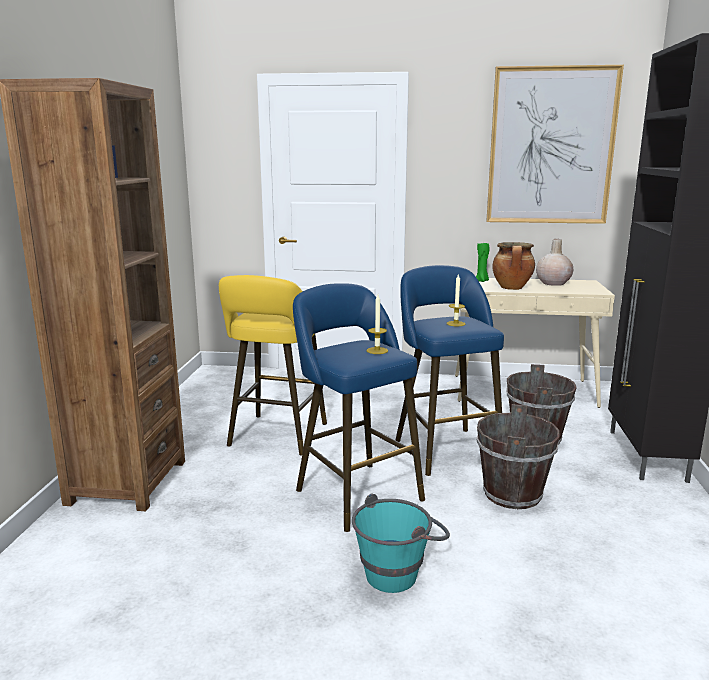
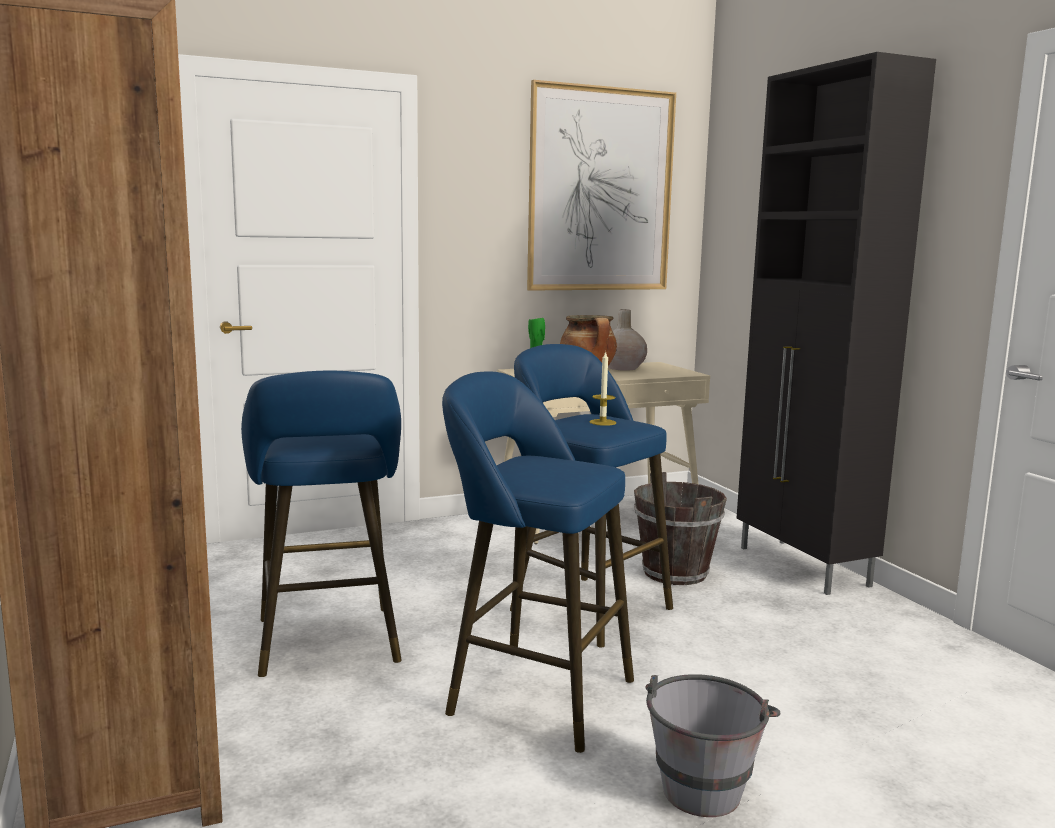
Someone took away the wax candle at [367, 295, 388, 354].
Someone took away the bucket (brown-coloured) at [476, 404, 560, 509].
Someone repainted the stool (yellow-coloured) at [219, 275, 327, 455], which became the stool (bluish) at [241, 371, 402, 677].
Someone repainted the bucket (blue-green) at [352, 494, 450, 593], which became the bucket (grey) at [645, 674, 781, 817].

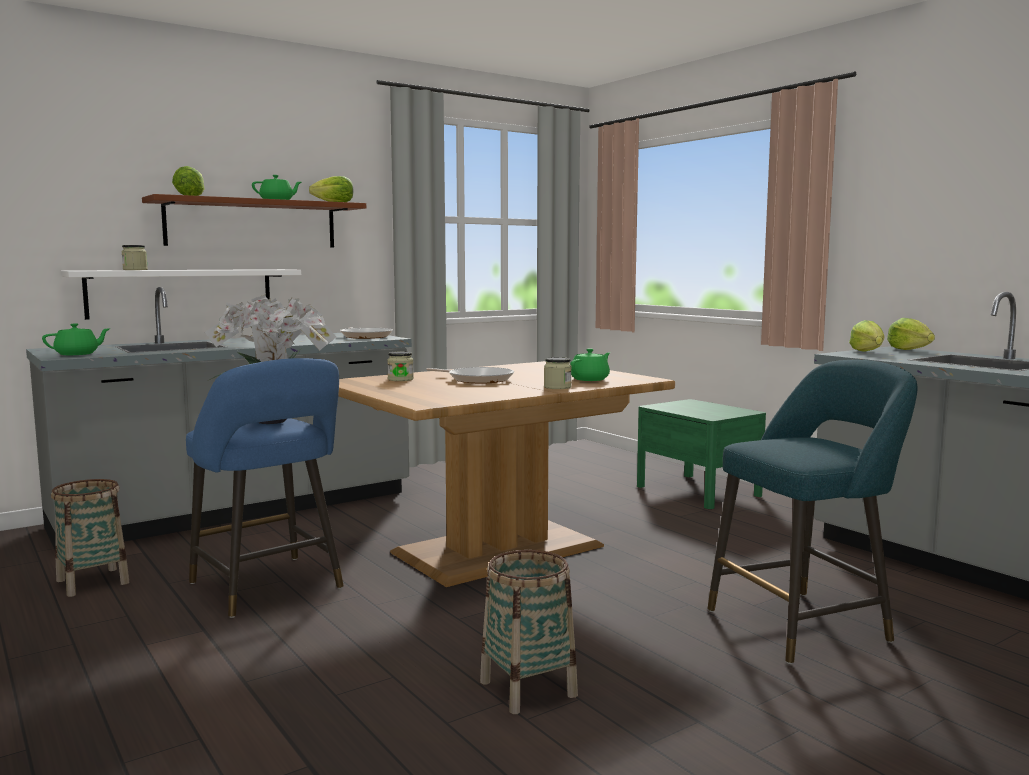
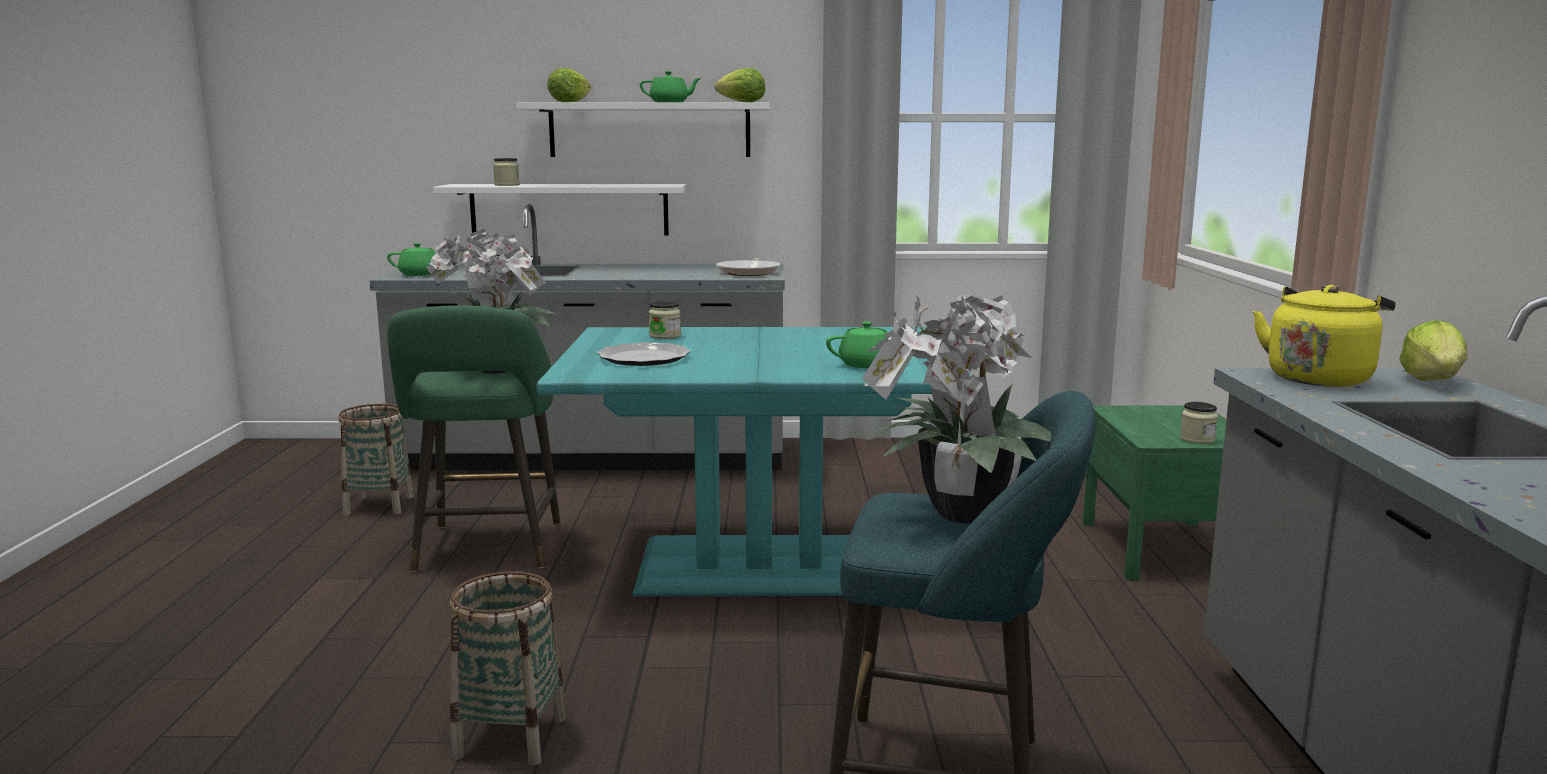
Someone took away the skillet at [426, 367, 514, 383].
Someone put down the plate at [597, 342, 691, 366].
Someone put down the potted plant at [862, 291, 1051, 523].
Someone carried the storage jar from [544, 357, 572, 389] to [1180, 402, 1218, 444].
Someone swapped the lettuce at [849, 320, 885, 352] for the tea kettle (yellow-coloured) at [1253, 285, 1396, 387].
Someone repainted the wall shelf (brown-coloured) at [142, 194, 366, 247], which became the wall shelf (white) at [516, 102, 770, 157].
Someone repainted the stool (bluish) at [186, 358, 344, 618], which became the stool (green) at [387, 305, 560, 572].
Someone repainted the dining table (brown-coloured) at [338, 361, 675, 587], which became the dining table (blue-green) at [536, 327, 972, 596].

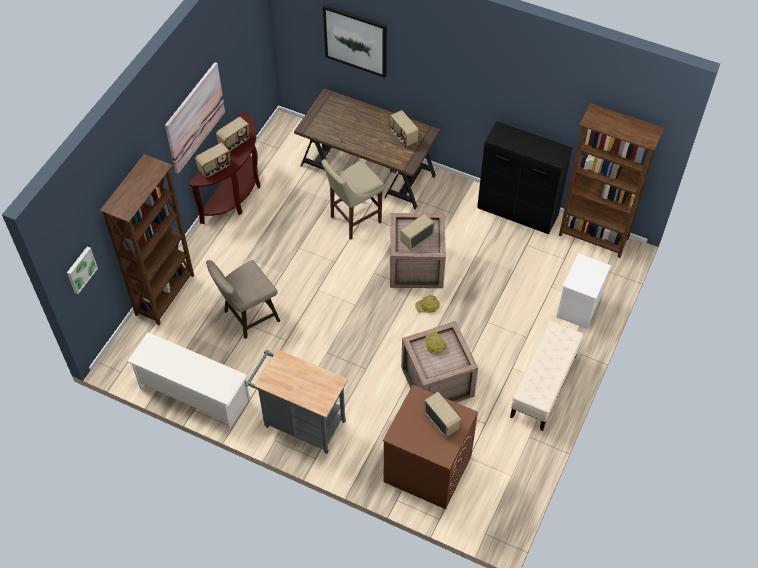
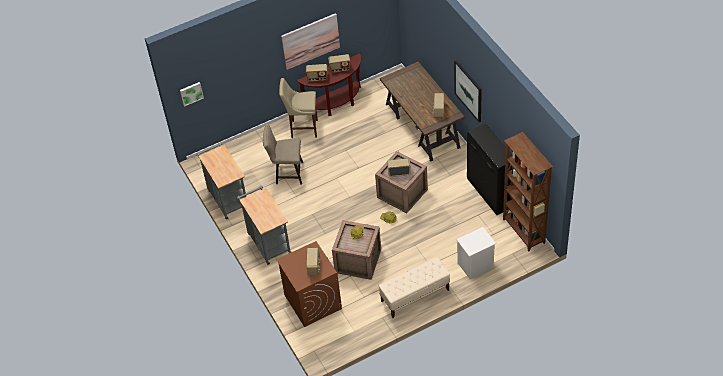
Someone took away the shelving unit (brown-coloured) at [100, 154, 194, 325].
Someone carried the stool (beige-coloured) from [322, 159, 384, 240] to [279, 78, 318, 138].
Someone carried the picture from [323, 5, 387, 78] to [454, 60, 482, 122].
Someone swapped the shoe shelf (white) at [127, 332, 250, 428] for the wheeled cart (grey) at [196, 143, 246, 220].

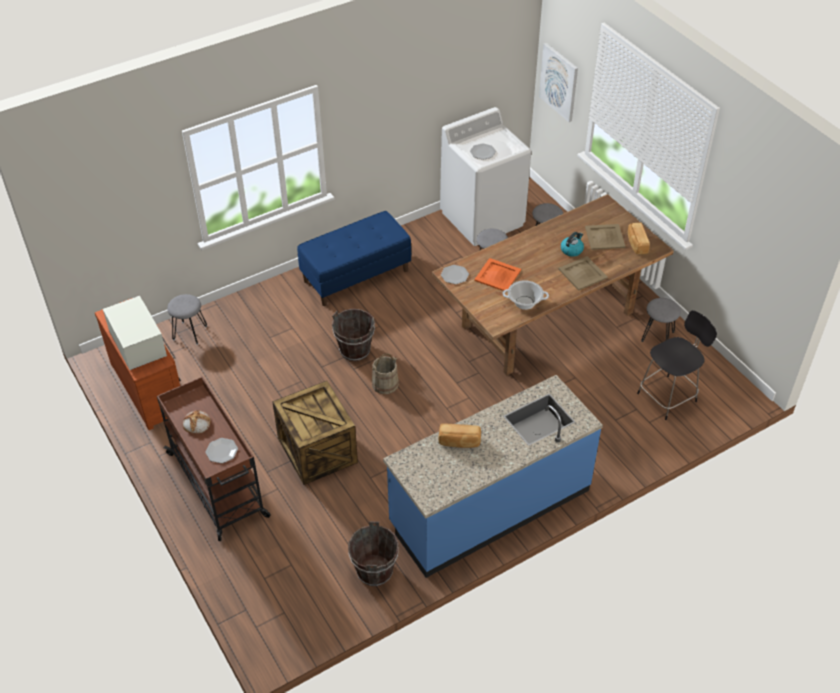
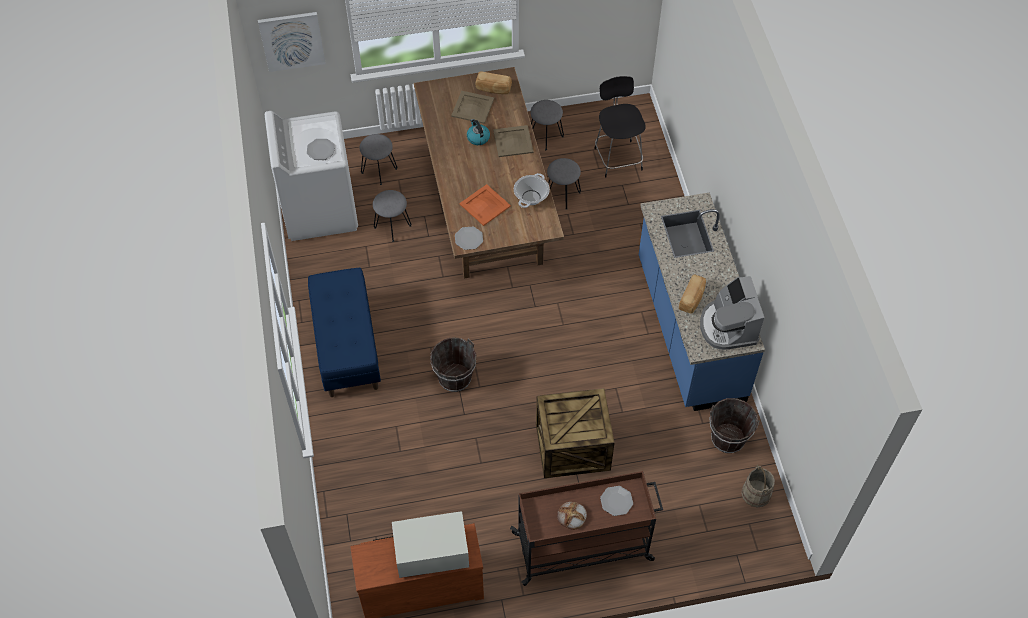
Someone put down the coffee brewer at [700, 276, 764, 350].
Someone carried the stool (grey) from [167, 294, 207, 345] to [547, 158, 581, 210].
Someone carried the bucket (beige-coloured) from [372, 353, 399, 394] to [741, 465, 775, 508].

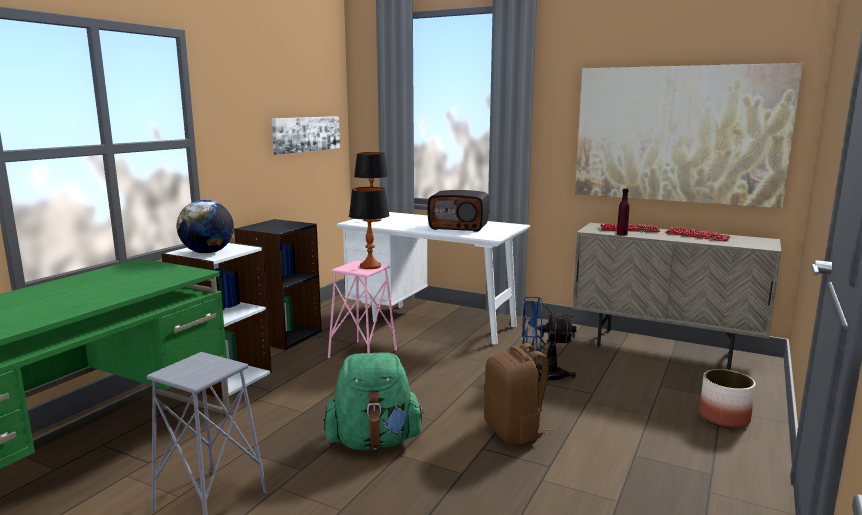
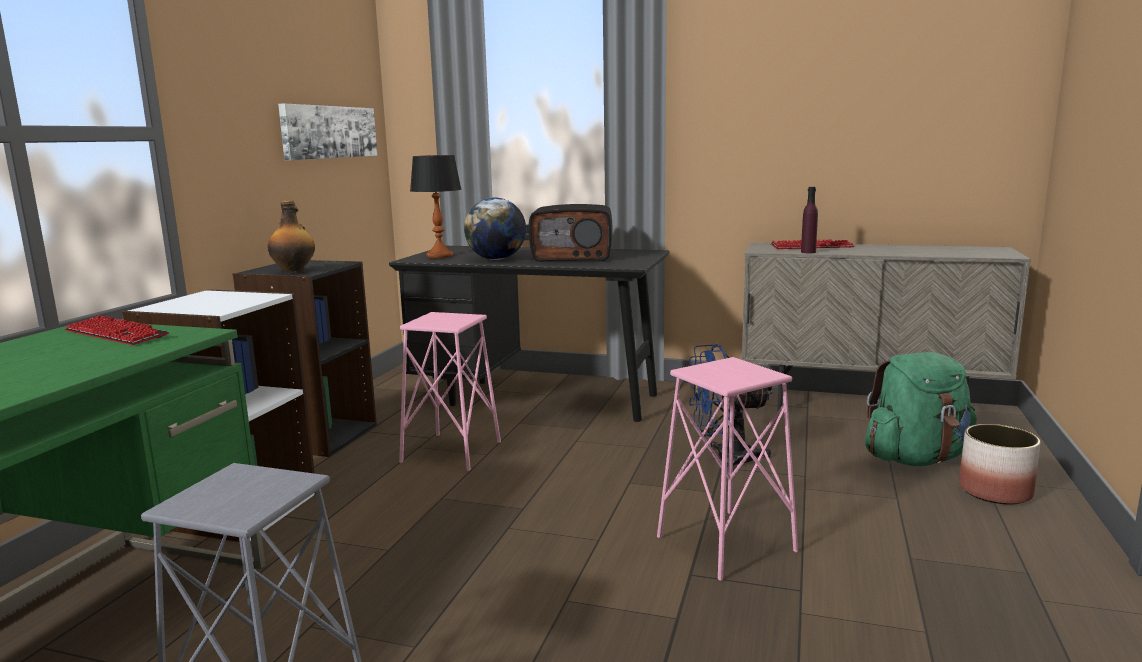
Someone took away the table lamp at [349, 187, 390, 269].
Someone took away the picture at [575, 63, 803, 208].
Someone put down the bottle at [267, 200, 315, 274].
Someone carried the desk globe from [177, 200, 234, 254] to [464, 198, 526, 260].
Someone carried the backpack (green) from [324, 352, 425, 450] to [865, 352, 977, 466].
Someone carried the PC keyboard from [665, 227, 731, 241] to [65, 315, 169, 345].
Someone swapped the backpack (brown-coloured) at [484, 343, 554, 446] for the stool (pink) at [657, 357, 798, 581].
Someone repainted the desk (white) at [337, 212, 530, 345], which became the desk (blackish) at [389, 246, 670, 422].

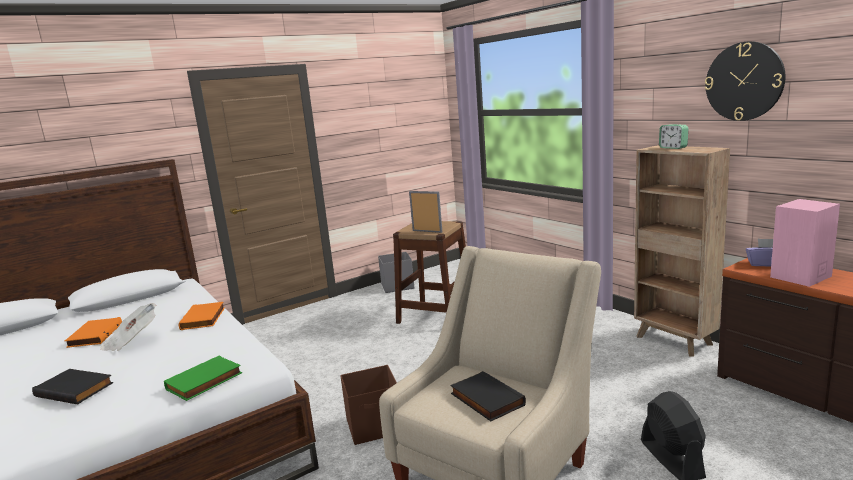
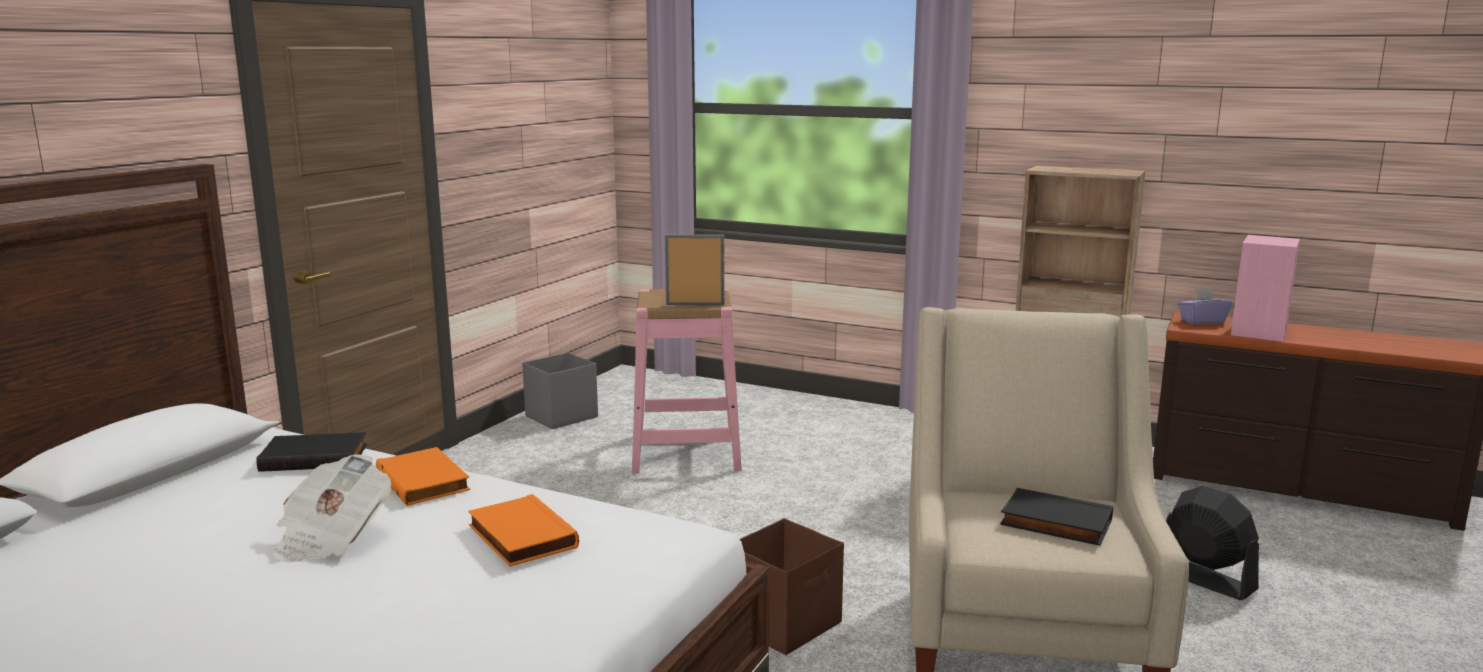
Someone took away the bound book (green) at [164, 356, 242, 401].
Someone took away the table clock at [659, 124, 689, 149].
Someone took away the hanging clock at [705, 41, 786, 121].
Someone carried the bound book (blackish) from [32, 369, 113, 404] to [256, 432, 367, 472].
Someone carried the bound book (orange) from [65, 317, 122, 348] to [468, 494, 579, 567].
Someone repainted the stool (brown-coloured) at [393, 221, 466, 324], which became the stool (pink) at [632, 289, 742, 474].

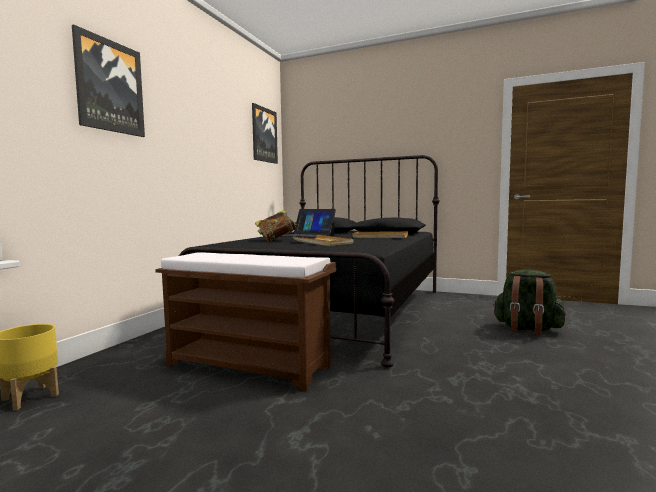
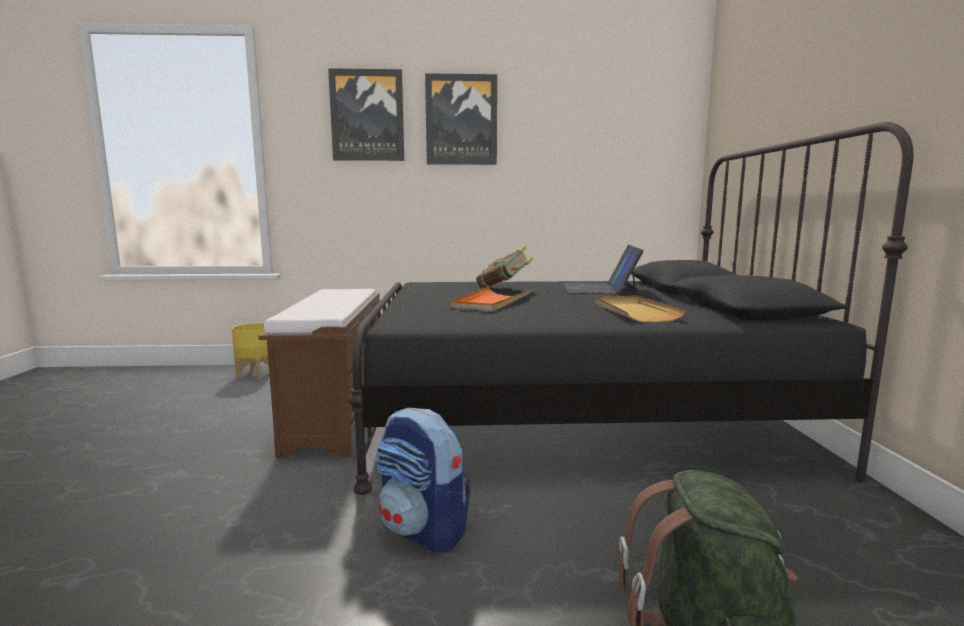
Someone put down the backpack at [376, 408, 471, 553].
Someone carried the picture from [252, 103, 278, 164] to [425, 73, 497, 165].
Someone repainted the carrying tray (beige-coloured) at [293, 235, 354, 246], which became the carrying tray (orange) at [450, 287, 531, 312].

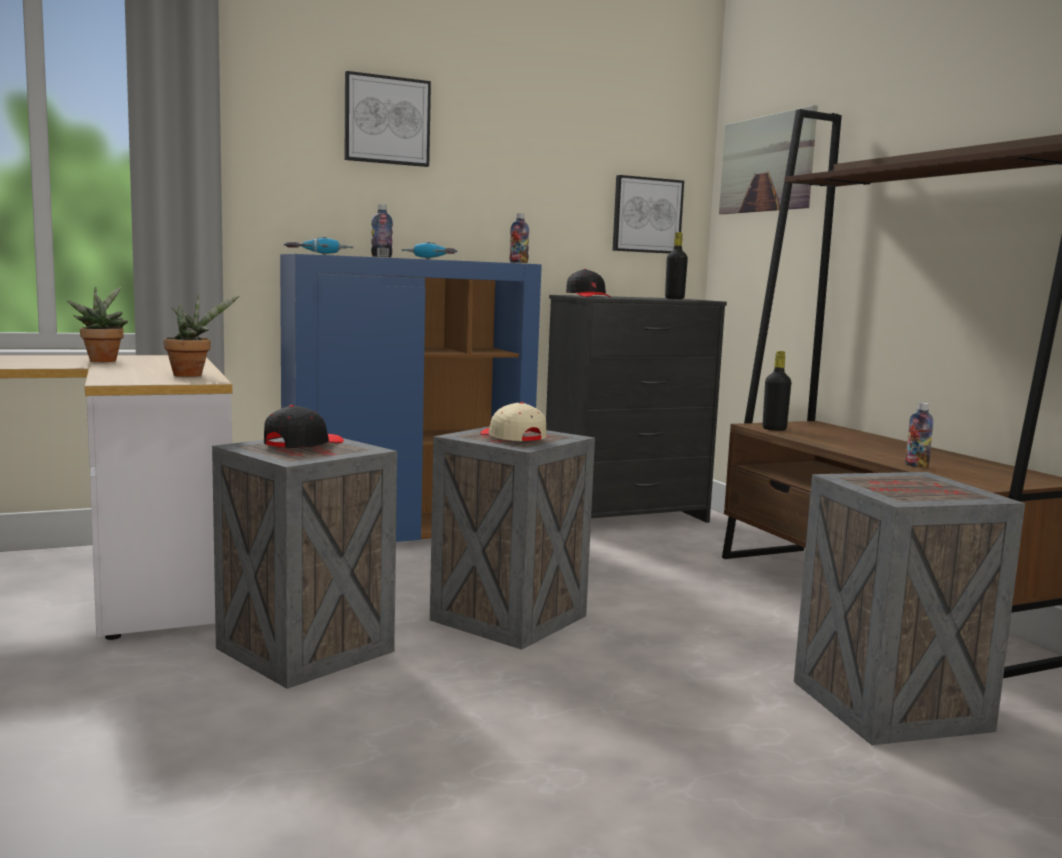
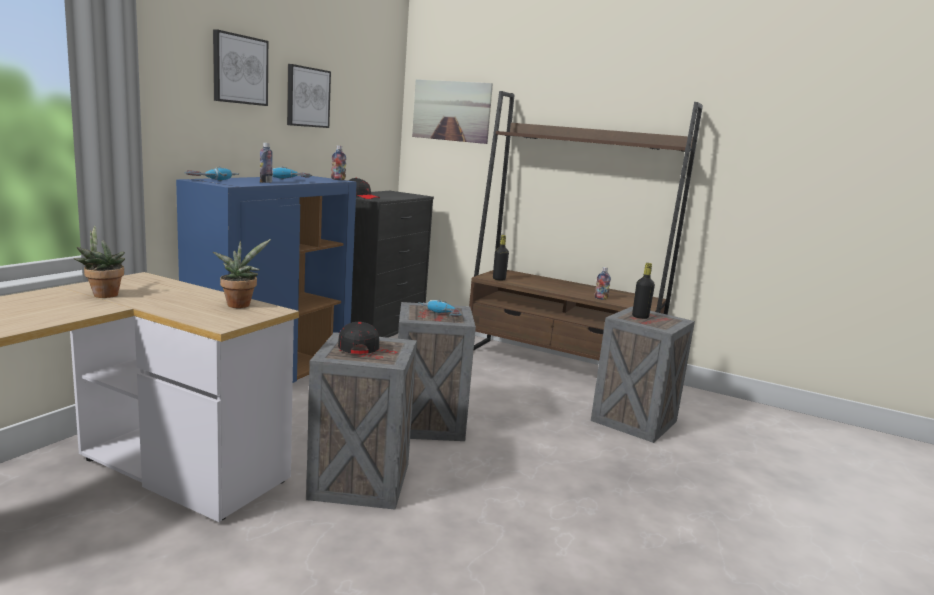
Someone carried the picture from [612, 175, 684, 253] to [287, 64, 331, 128].
Someone carried the bottle (blackish) from [665, 232, 688, 299] to [632, 263, 655, 319].
Someone swapped the cap (beige-coloured) at [480, 402, 546, 441] for the electric drill at [418, 300, 462, 317].

